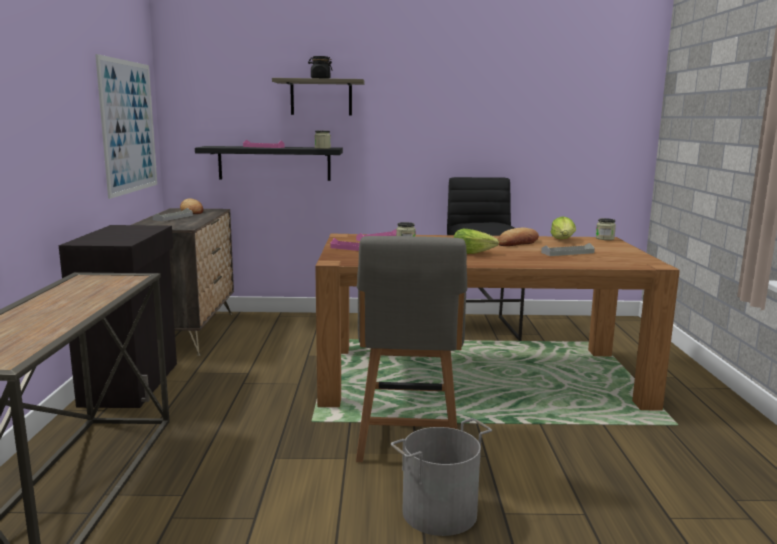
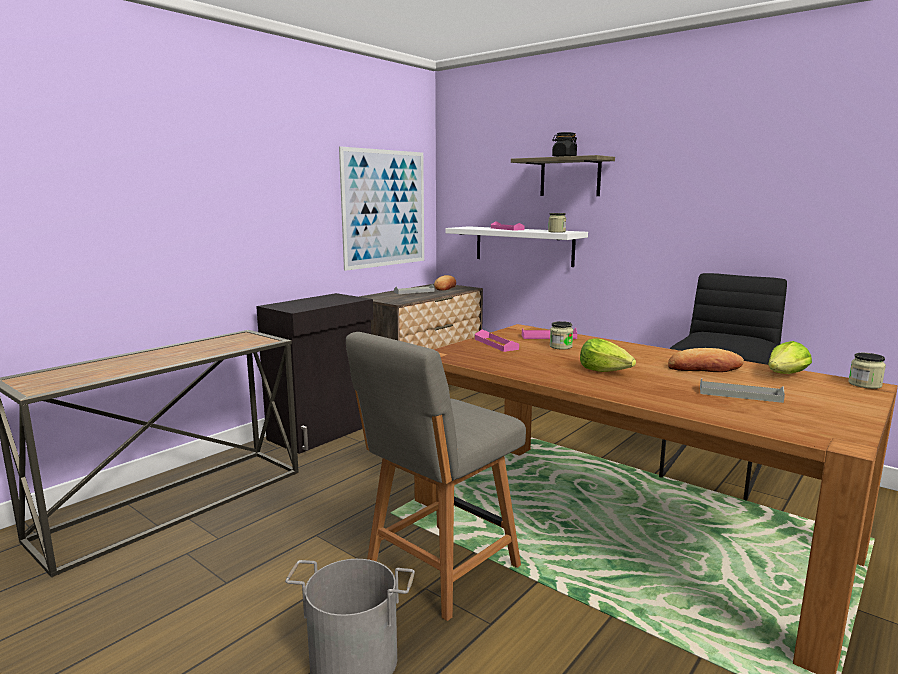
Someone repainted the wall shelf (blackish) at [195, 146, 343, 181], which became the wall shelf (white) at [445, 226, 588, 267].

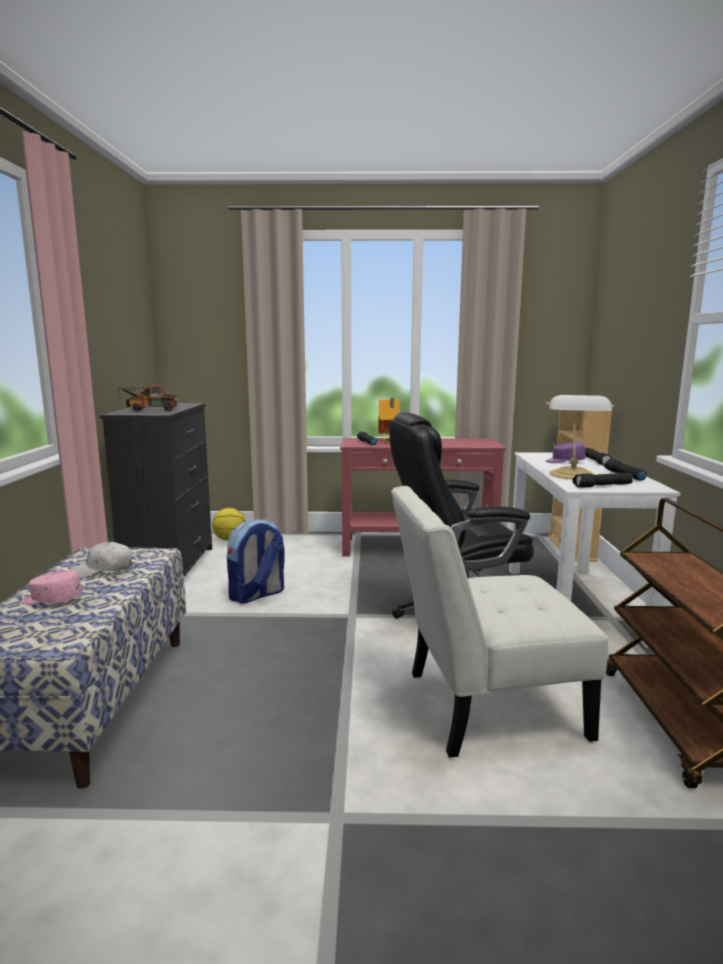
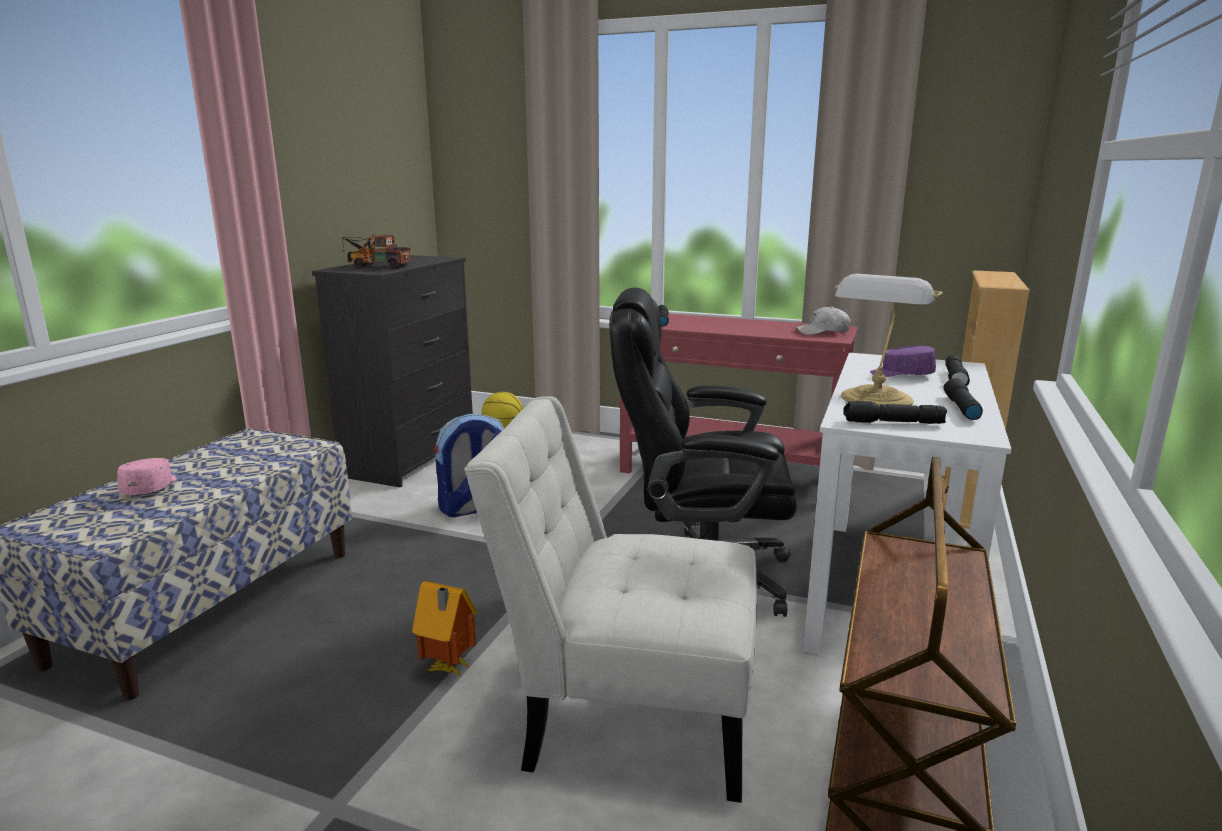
Someone carried the cap (white) from [70, 542, 132, 578] to [795, 306, 851, 335].
Someone carried the model house from [378, 398, 399, 442] to [412, 581, 477, 677].
Someone rotated the cap (pink) at [22, 570, 82, 605] by 60 degrees clockwise.

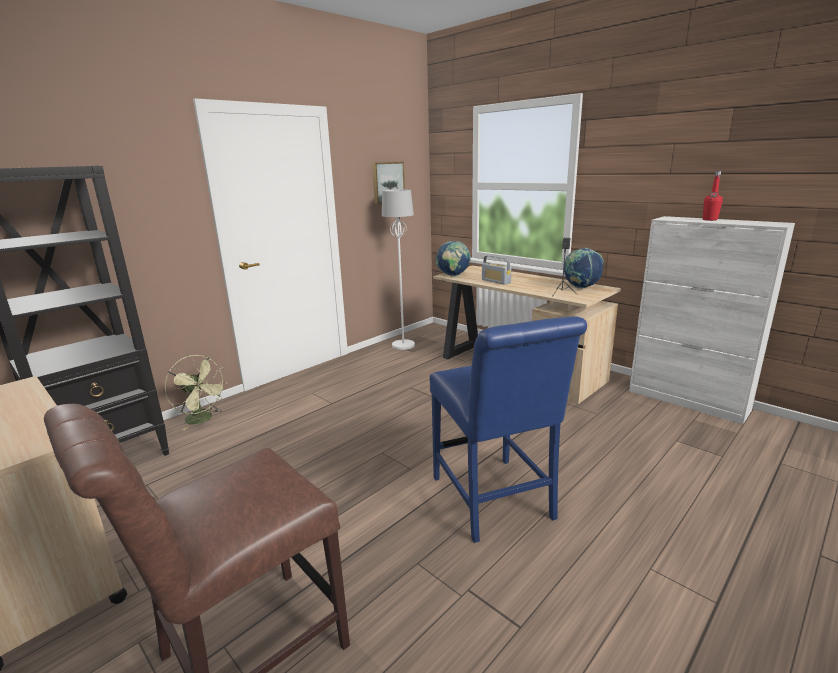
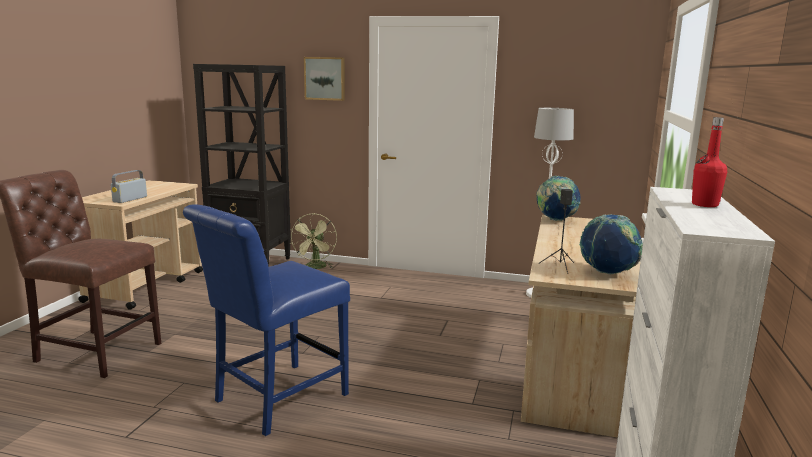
Someone carried the picture from [372, 162, 405, 204] to [304, 57, 345, 101].
Someone carried the radio set from [482, 255, 511, 285] to [111, 170, 147, 203].

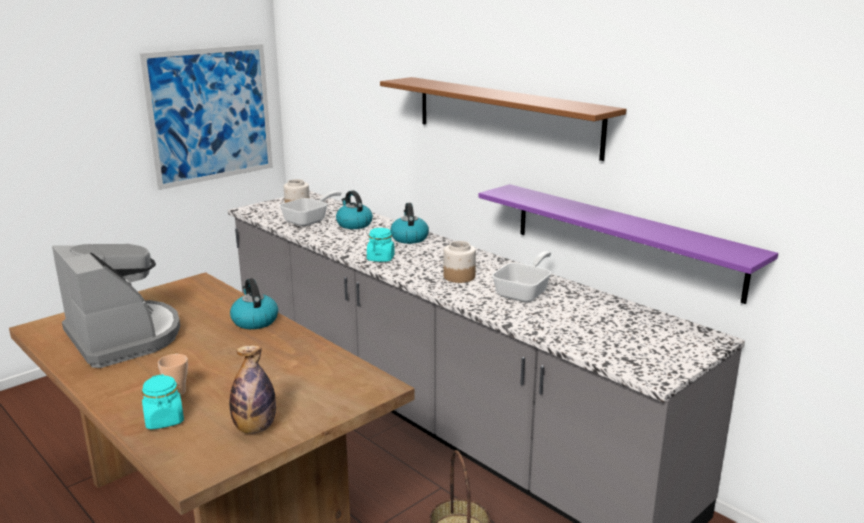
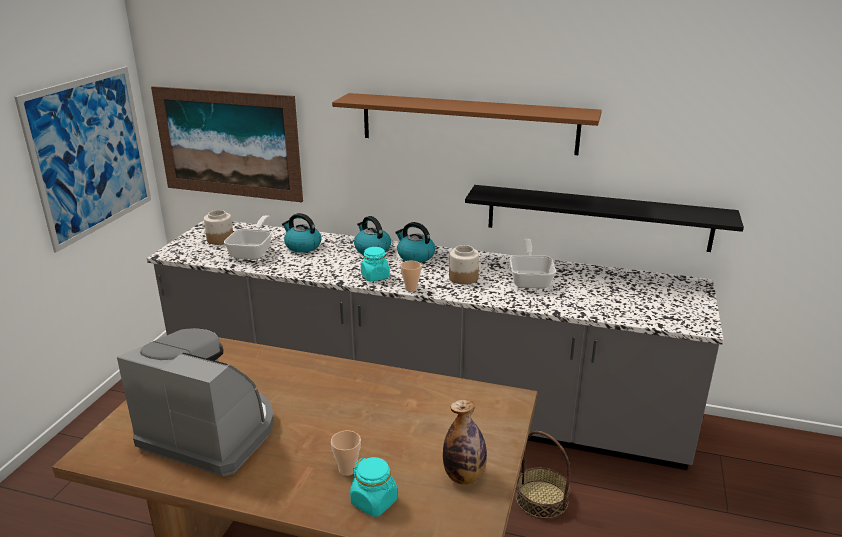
Someone put up the picture at [151, 86, 303, 202].
Someone put down the small cup at [400, 261, 422, 292].
Someone carried the tea kettle from [230, 278, 278, 329] to [395, 222, 435, 262].
Someone repainted the wall shelf (purple-coloured) at [478, 184, 778, 304], which became the wall shelf (blackish) at [465, 185, 744, 252].

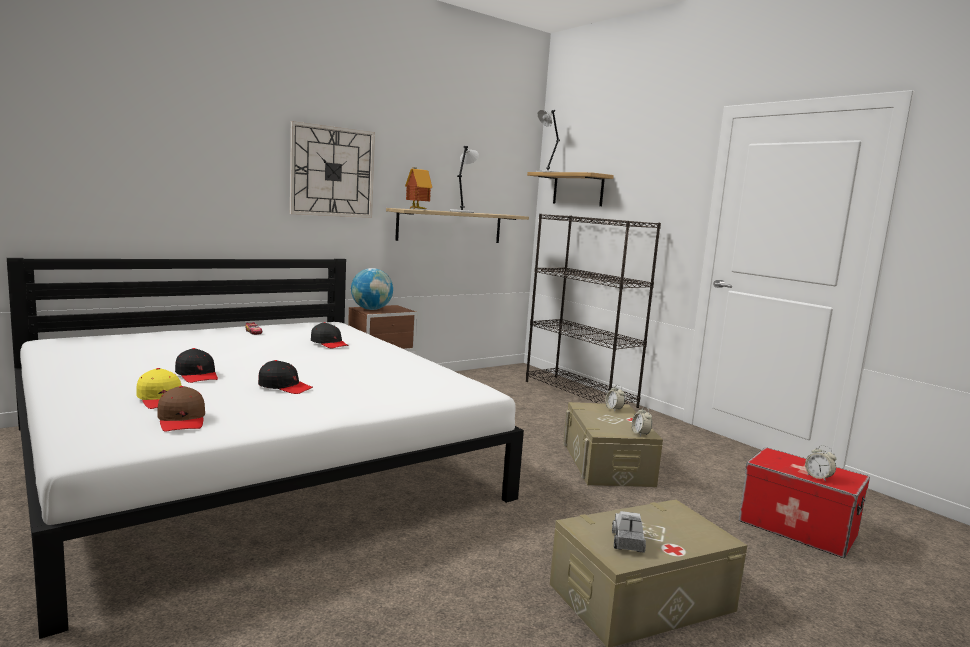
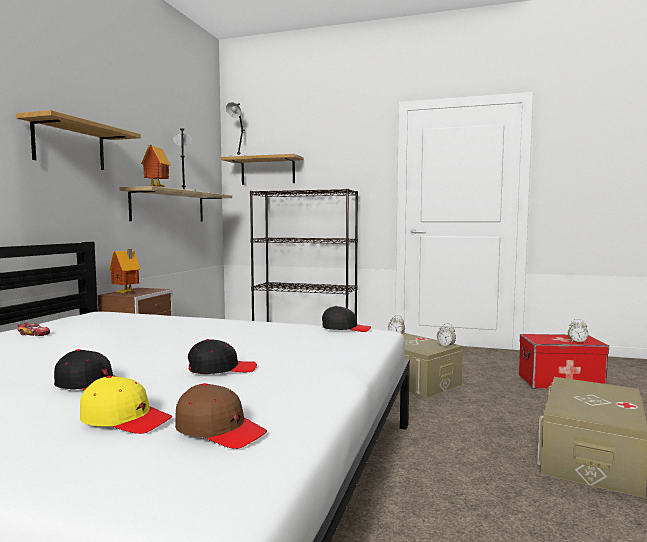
Someone took away the toy lorry at [612, 511, 646, 553].
Someone carried the cap (blackish) from [311, 322, 348, 349] to [322, 306, 371, 332].
Someone swapped the hanging clock at [290, 121, 375, 218] for the wall shelf at [16, 110, 141, 170].
Someone swapped the desk globe at [351, 268, 393, 310] for the model house at [109, 249, 140, 293].

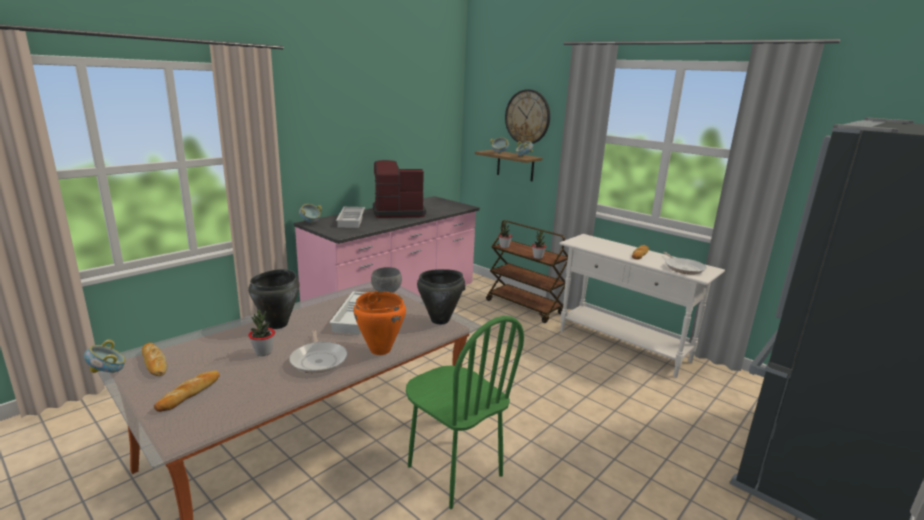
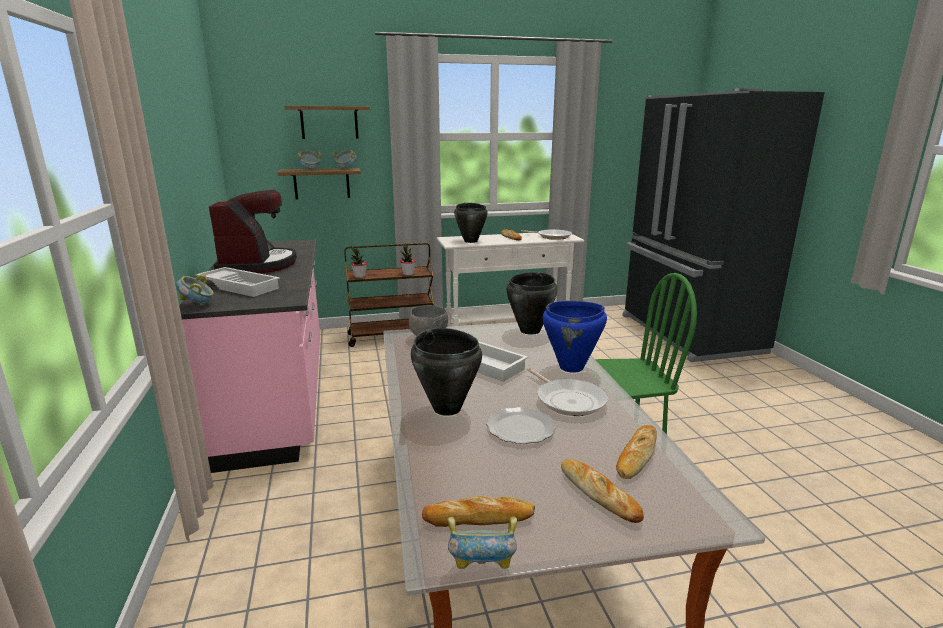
Someone put down the cooking pot (blackish) at [454, 203, 488, 243].
Someone put down the bread at [616, 425, 657, 479].
Someone swapped the potted plant at [248, 309, 275, 356] for the plate at [486, 407, 556, 444].
Someone swapped the hanging clock at [505, 89, 550, 144] for the wall shelf at [285, 106, 370, 139].
Someone repainted the cooking pot (orange) at [354, 291, 406, 355], which became the cooking pot (bluish) at [543, 301, 607, 373].
Someone rotated the skillet at [289, 330, 347, 374] by 45 degrees clockwise.
Someone rotated the coffee brewer at [373, 160, 426, 218] by 150 degrees clockwise.

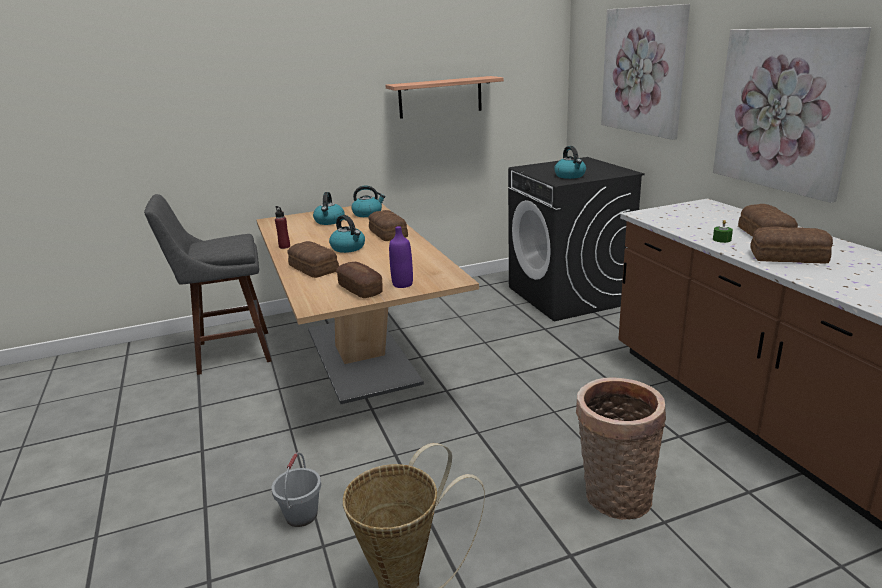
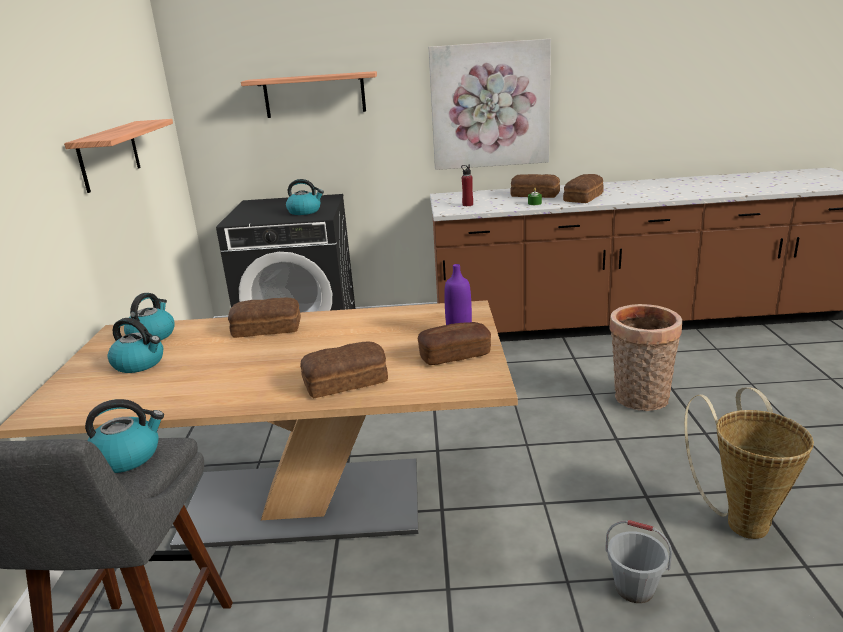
Someone carried the bottle (reddish) from [275, 206, 290, 249] to [461, 165, 473, 206].
Someone carried the tea kettle from [329, 215, 365, 253] to [85, 399, 164, 473].
Someone swapped the picture at [601, 4, 690, 140] for the wall shelf at [241, 71, 377, 118].

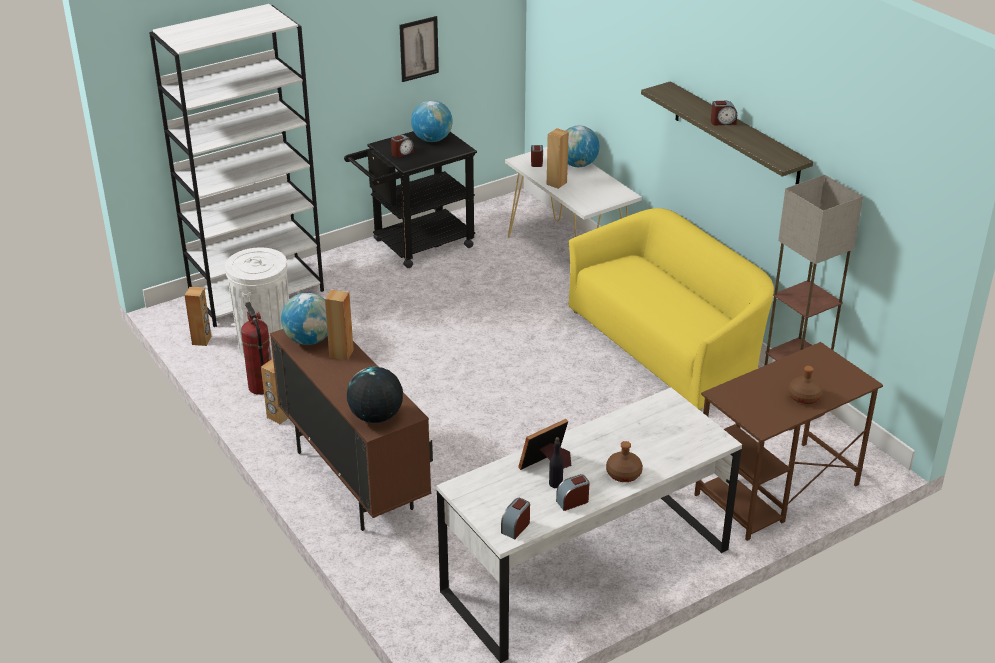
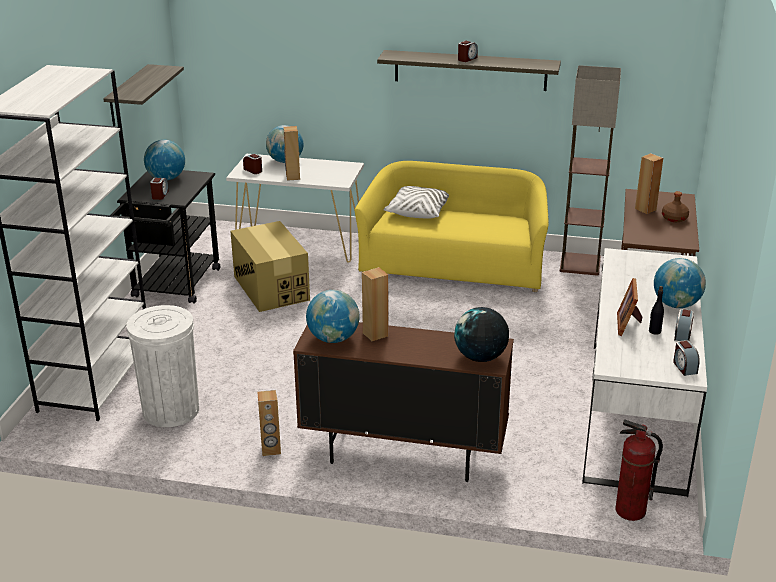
Someone put down the carton at [230, 221, 310, 312].
Someone put down the pillow (white) at [383, 186, 449, 218].
Someone carried the speaker (brown-coloured) from [184, 287, 211, 346] to [635, 153, 663, 214].
Someone carried the fire extinguisher from [241, 302, 271, 395] to [616, 420, 663, 521].
Someone swapped the picture at [399, 16, 439, 82] for the wall shelf at [103, 64, 184, 126].
Someone swapped the bottle (brown-coloured) at [606, 441, 643, 482] for the desk globe at [654, 258, 706, 308].

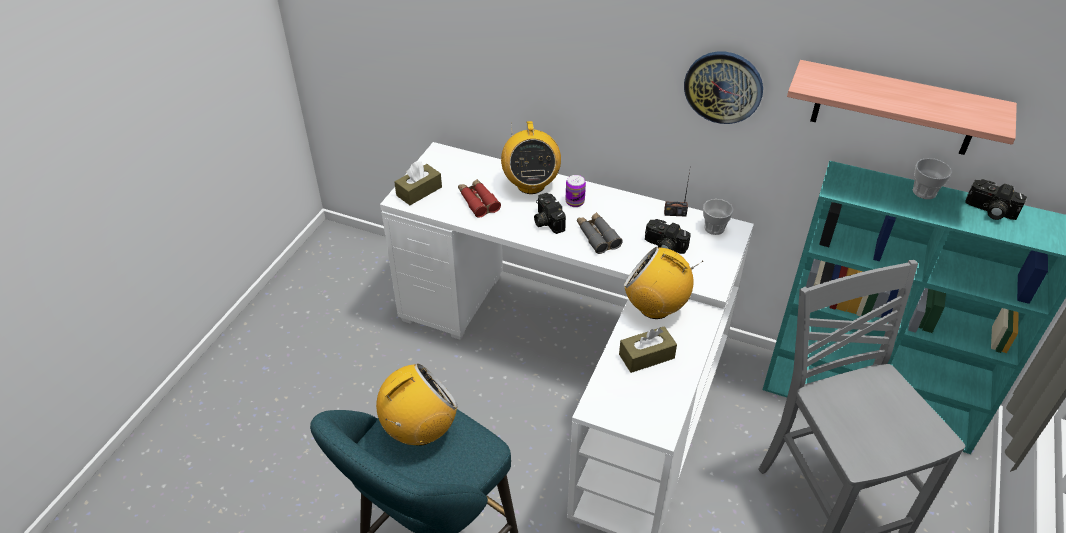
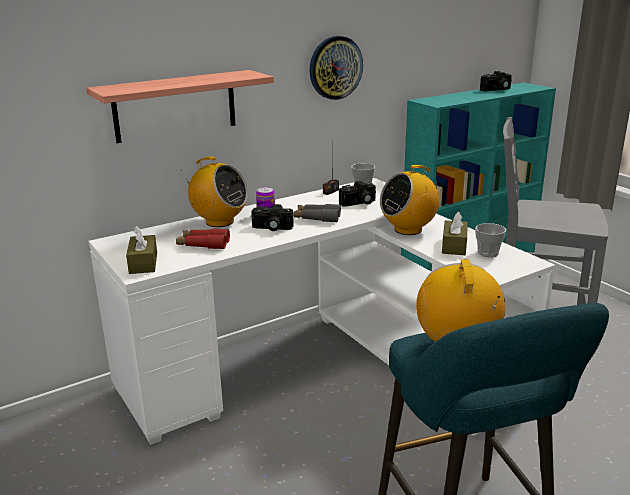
Someone carried the wall shelf from [787, 60, 1017, 155] to [86, 70, 274, 143].
Someone carried the small cup from [913, 158, 952, 199] to [475, 223, 506, 257].

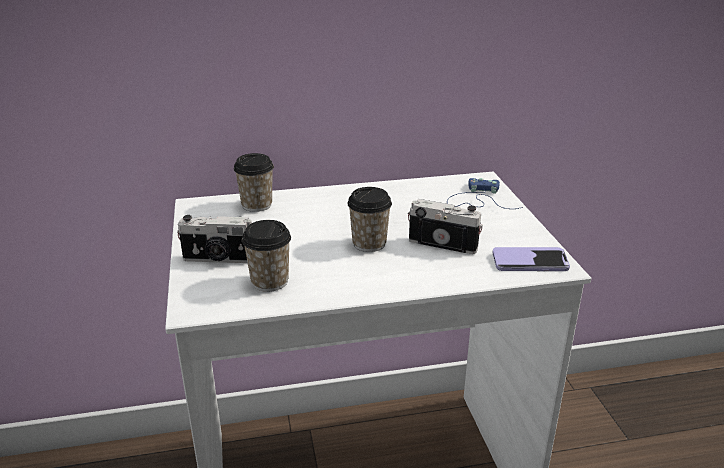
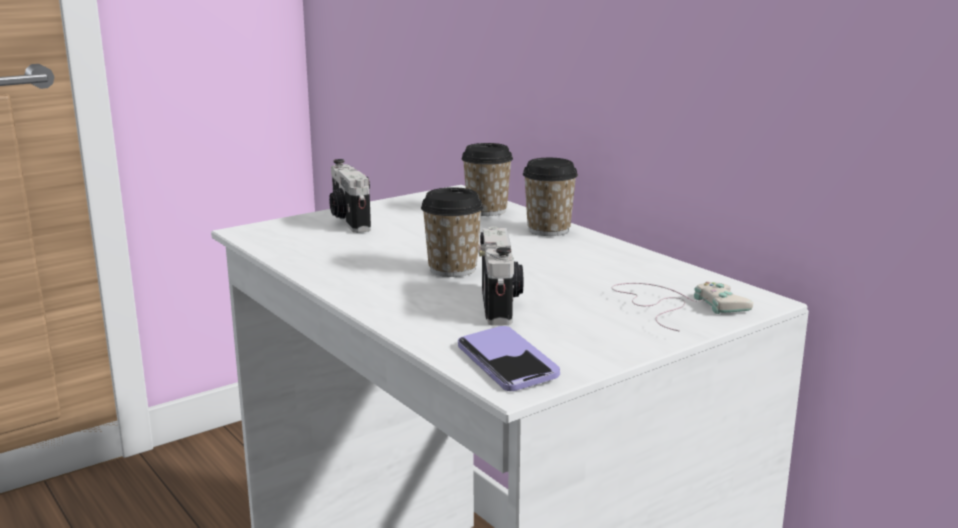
Someone carried the small cup from [242, 220, 291, 292] to [523, 158, 578, 236].
Someone repainted the joypad (bluish) at [447, 178, 523, 209], which became the joypad (white) at [611, 282, 753, 332].

